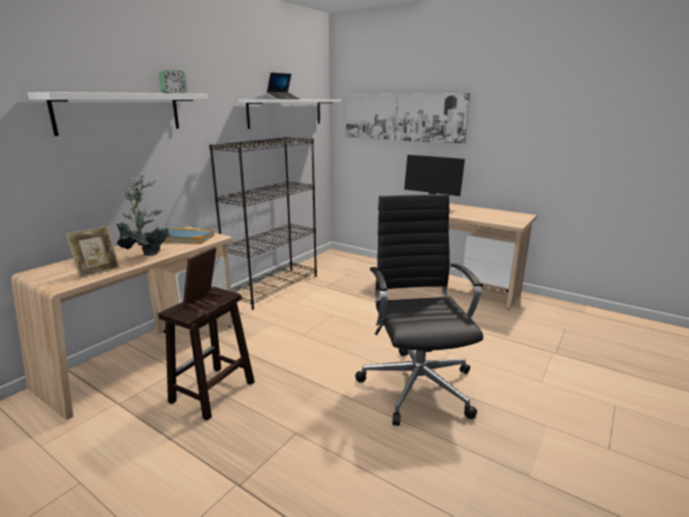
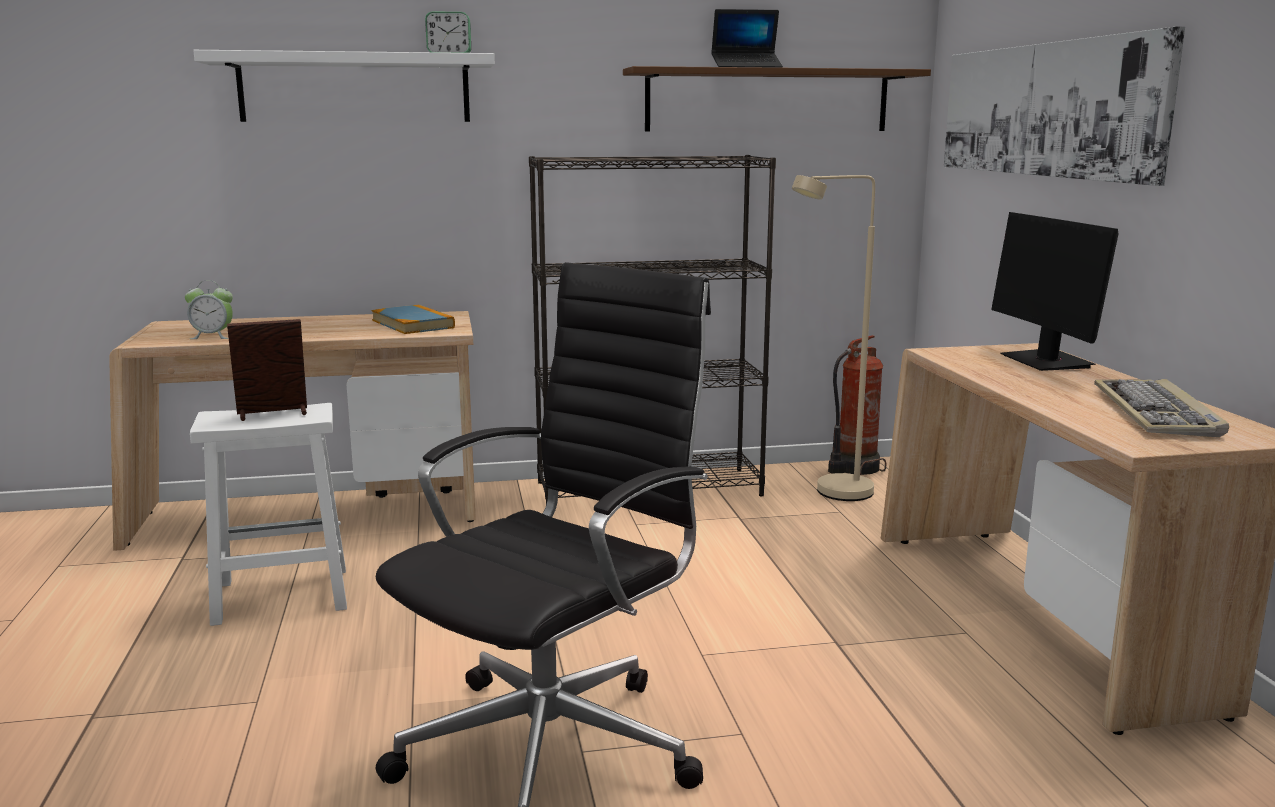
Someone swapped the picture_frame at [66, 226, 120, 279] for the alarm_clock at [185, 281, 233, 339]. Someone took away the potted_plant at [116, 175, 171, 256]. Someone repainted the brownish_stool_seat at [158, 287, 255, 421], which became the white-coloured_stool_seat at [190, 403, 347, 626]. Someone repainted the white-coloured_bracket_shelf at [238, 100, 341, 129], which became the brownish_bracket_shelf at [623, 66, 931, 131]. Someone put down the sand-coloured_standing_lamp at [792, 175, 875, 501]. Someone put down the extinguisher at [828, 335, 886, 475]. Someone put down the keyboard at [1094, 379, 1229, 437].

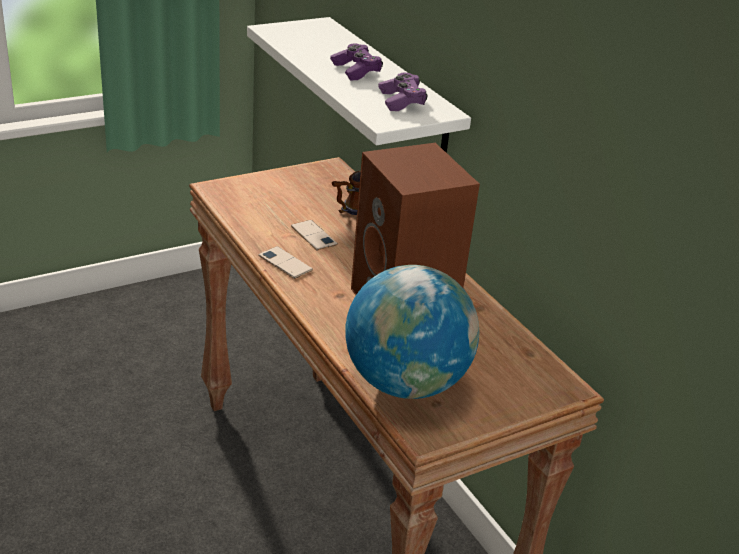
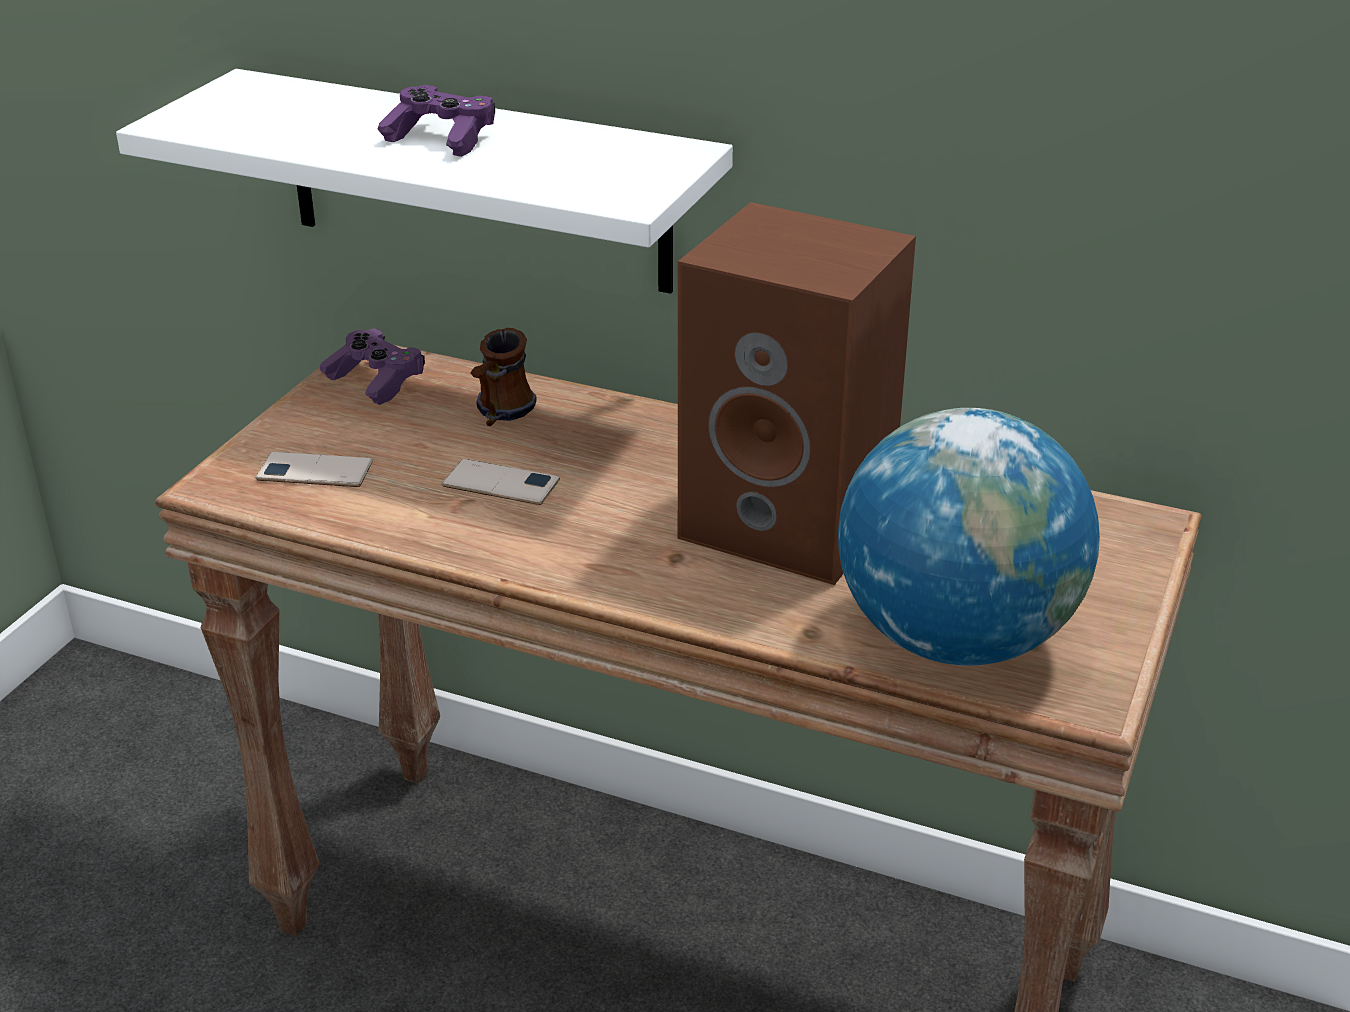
Someone carried the handset from [258, 246, 313, 279] to [256, 452, 373, 487]. Someone carried the purple_gamepad from [378, 73, 428, 111] to [320, 328, 425, 405].

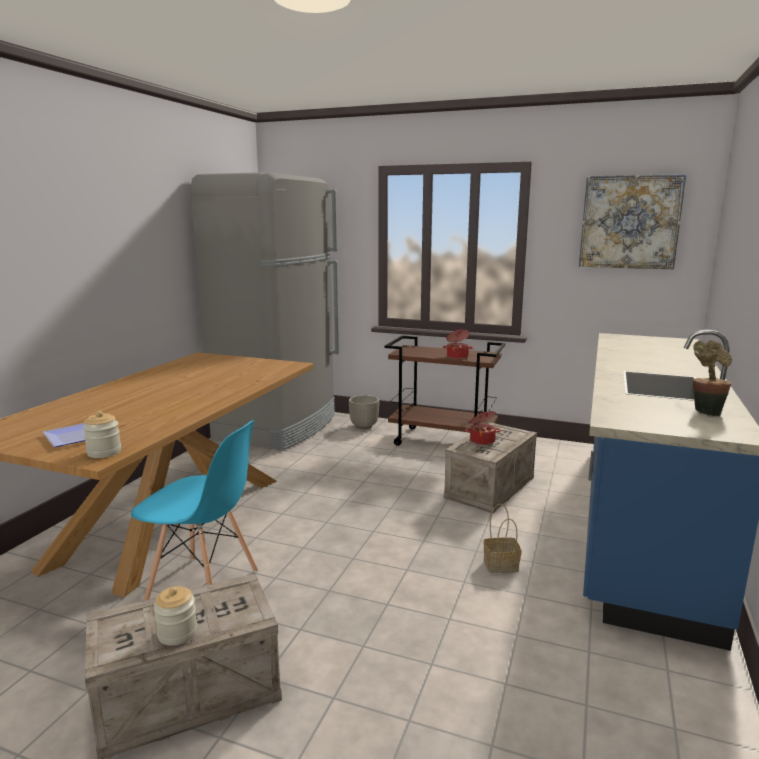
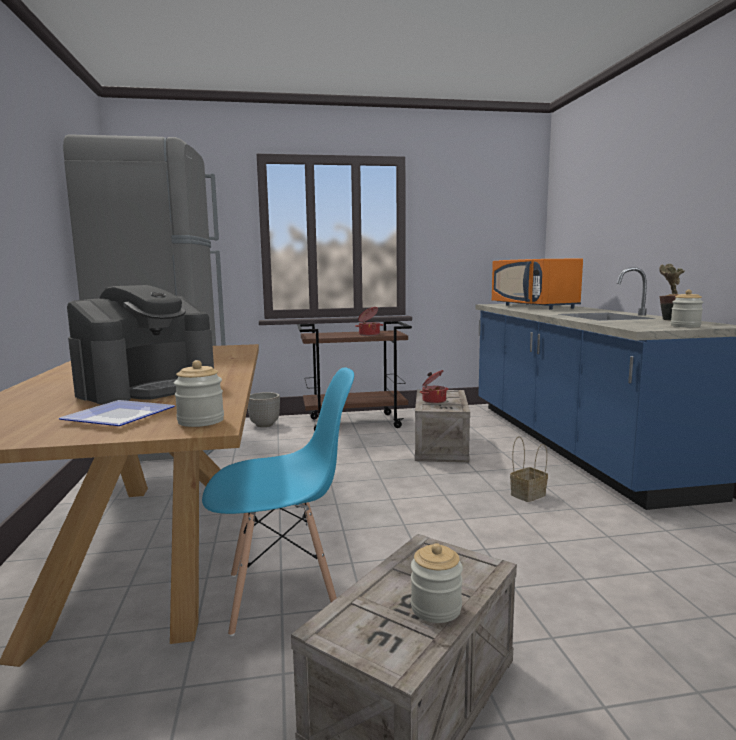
Someone took away the wall_art at [579, 174, 686, 269]. Someone put down the coffee_machine at [67, 285, 214, 405]. Someone put down the orangey_microwave_oven at [492, 258, 583, 310]. Someone put down the preserve_jar at [671, 290, 704, 327].

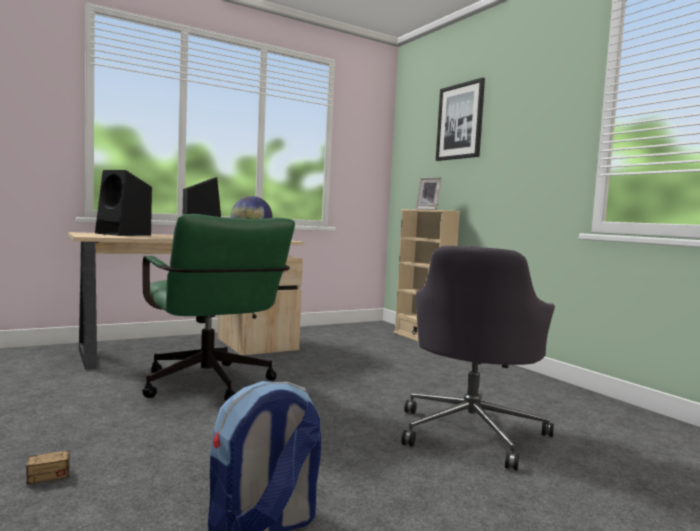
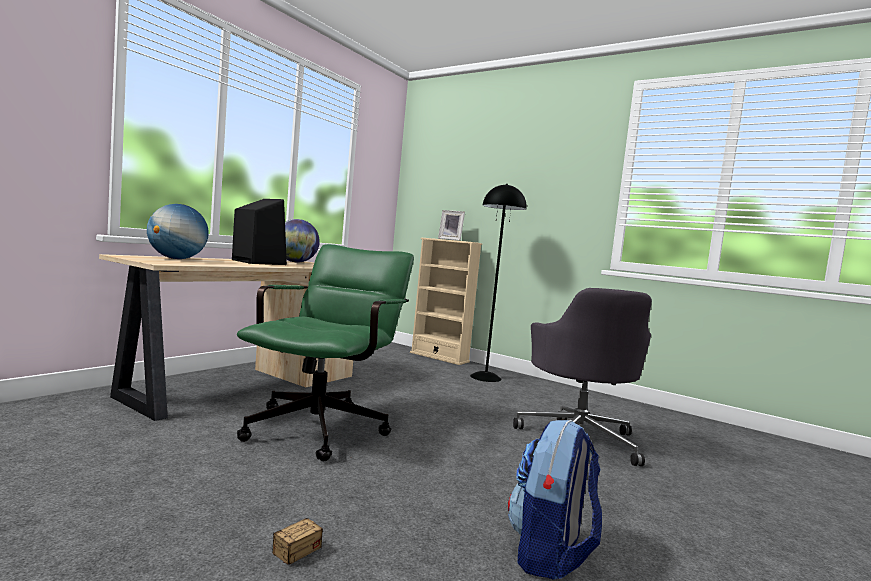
Someone swapped the blackish_audio_speaker at [95, 170, 152, 236] for the desk_globe at [147, 204, 209, 259]. Someone rotated the greenish_computer_chair at [142, 214, 295, 402] by 105 degrees counterclockwise. Someone took away the wall_art at [436, 77, 485, 161]. Someone put down the blackish_standing_lamp at [470, 184, 527, 382].

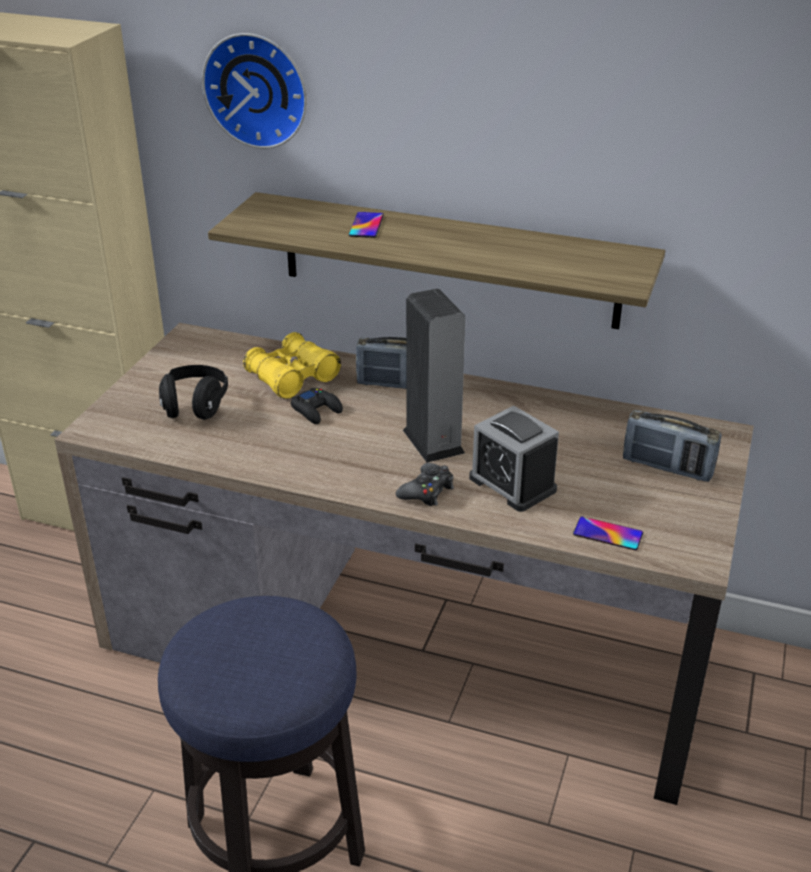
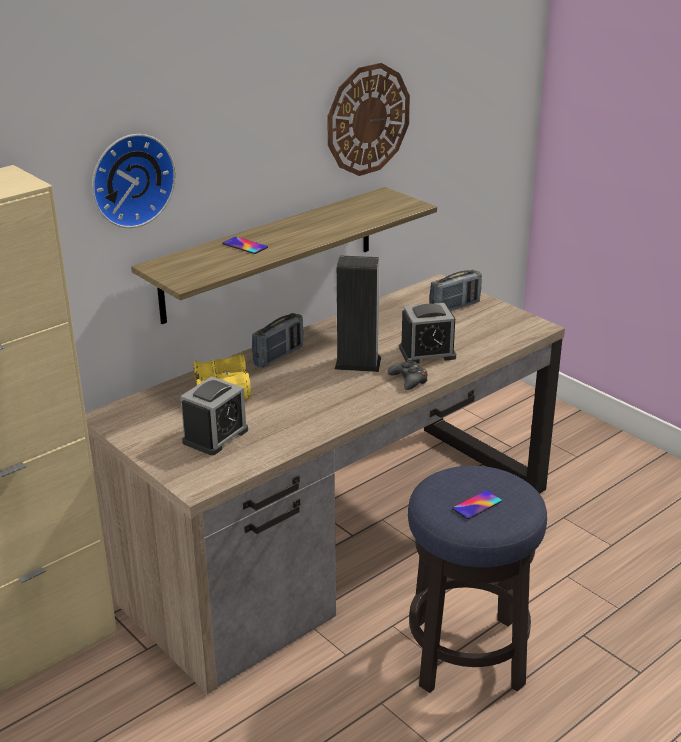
Someone swapped the blackish_pair_of_headphones at [159, 365, 228, 420] for the alarm_clock at [180, 376, 248, 455]. Someone took away the blackish_gamepad at [291, 388, 343, 424]. Someone carried the handset from [573, 516, 643, 550] to [452, 490, 502, 519]. Someone put up the hanging_clock at [327, 63, 410, 176].

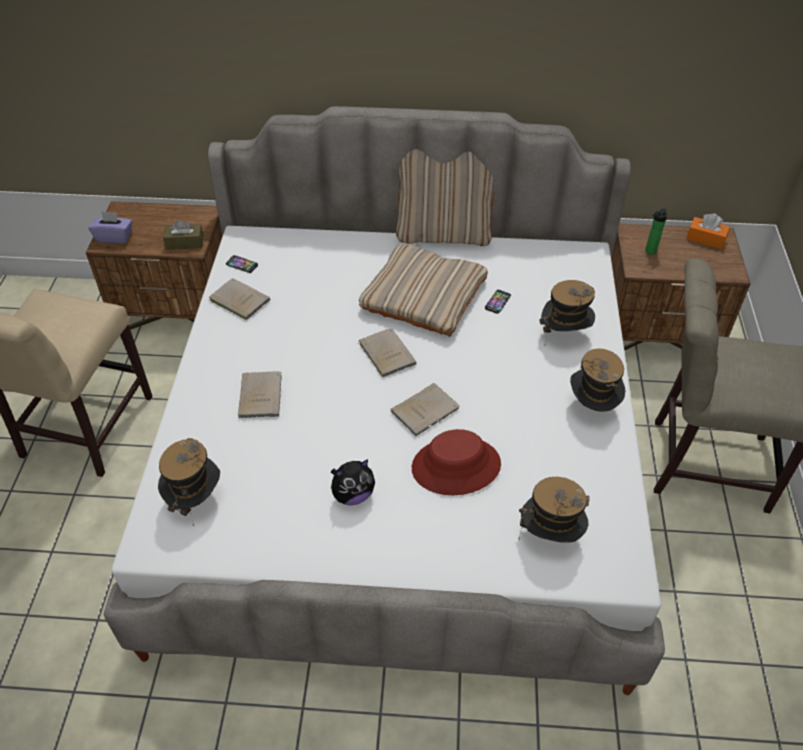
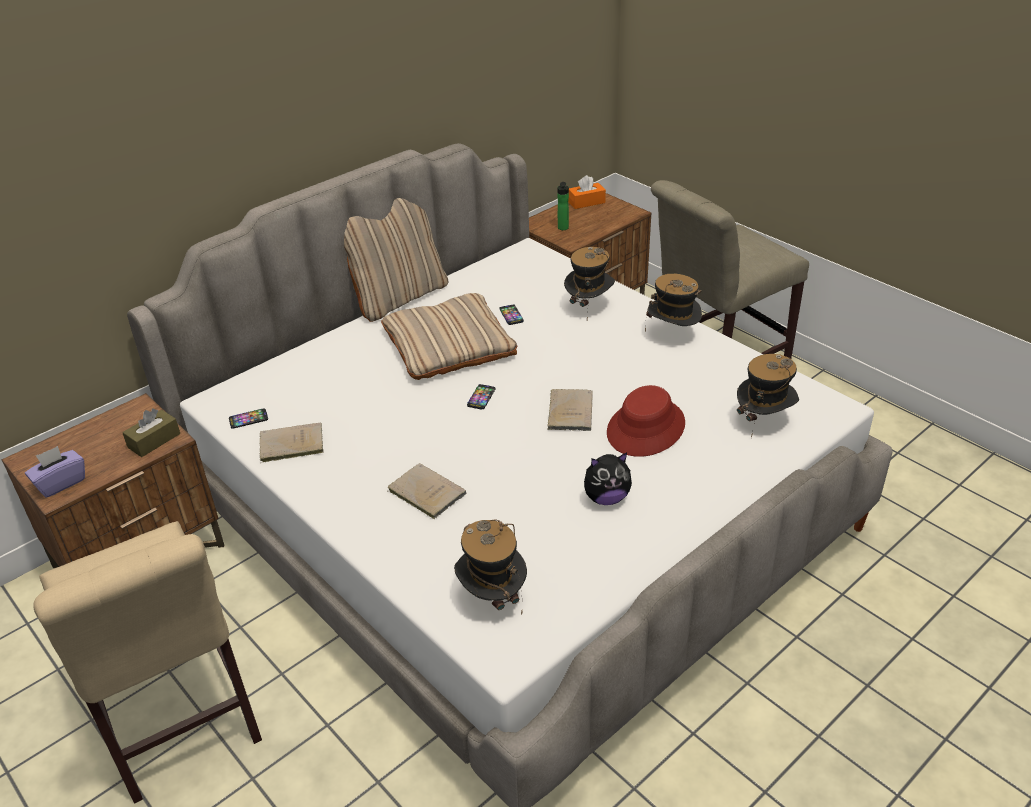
Someone rotated the cuddly_toy at [331, 459, 375, 505] by 60 degrees clockwise. Someone swapped the sand-coloured_volume at [358, 328, 417, 378] for the handset at [467, 384, 495, 409].

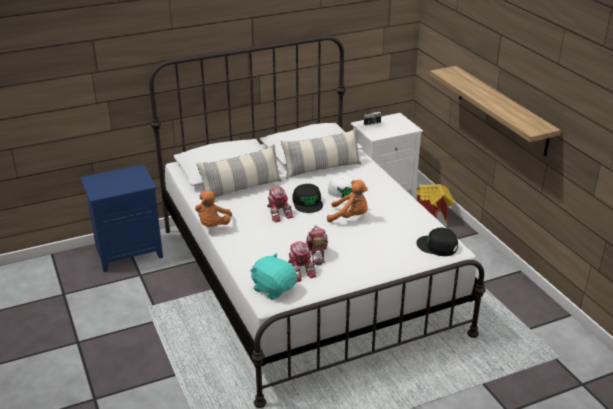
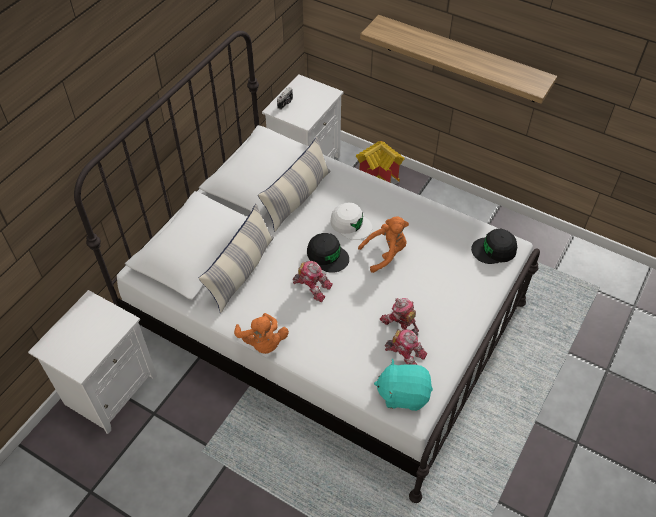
Someone repainted the bluish_nightstand at [80, 164, 163, 272], which became the white-coloured_nightstand at [28, 290, 157, 434].

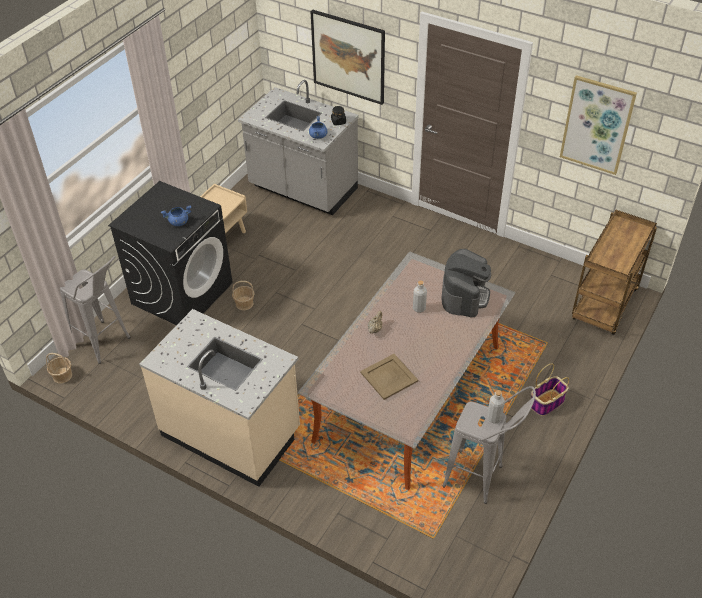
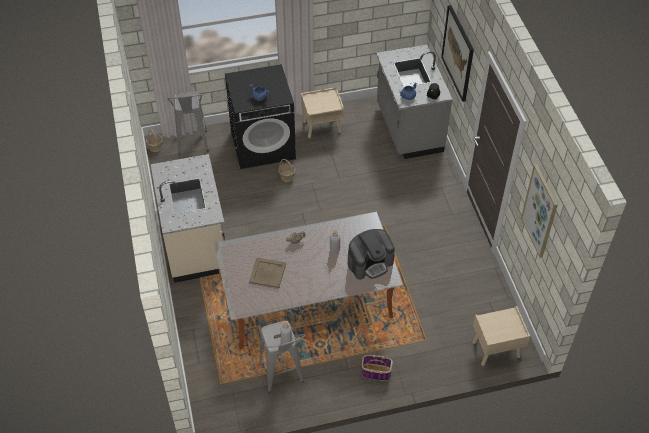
Someone swapped the brownish_trolley at [572, 210, 657, 335] for the sand-coloured_nightstand at [472, 306, 530, 366].

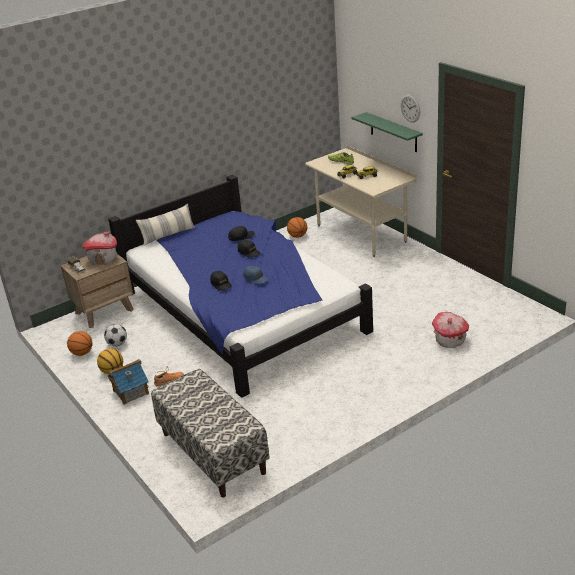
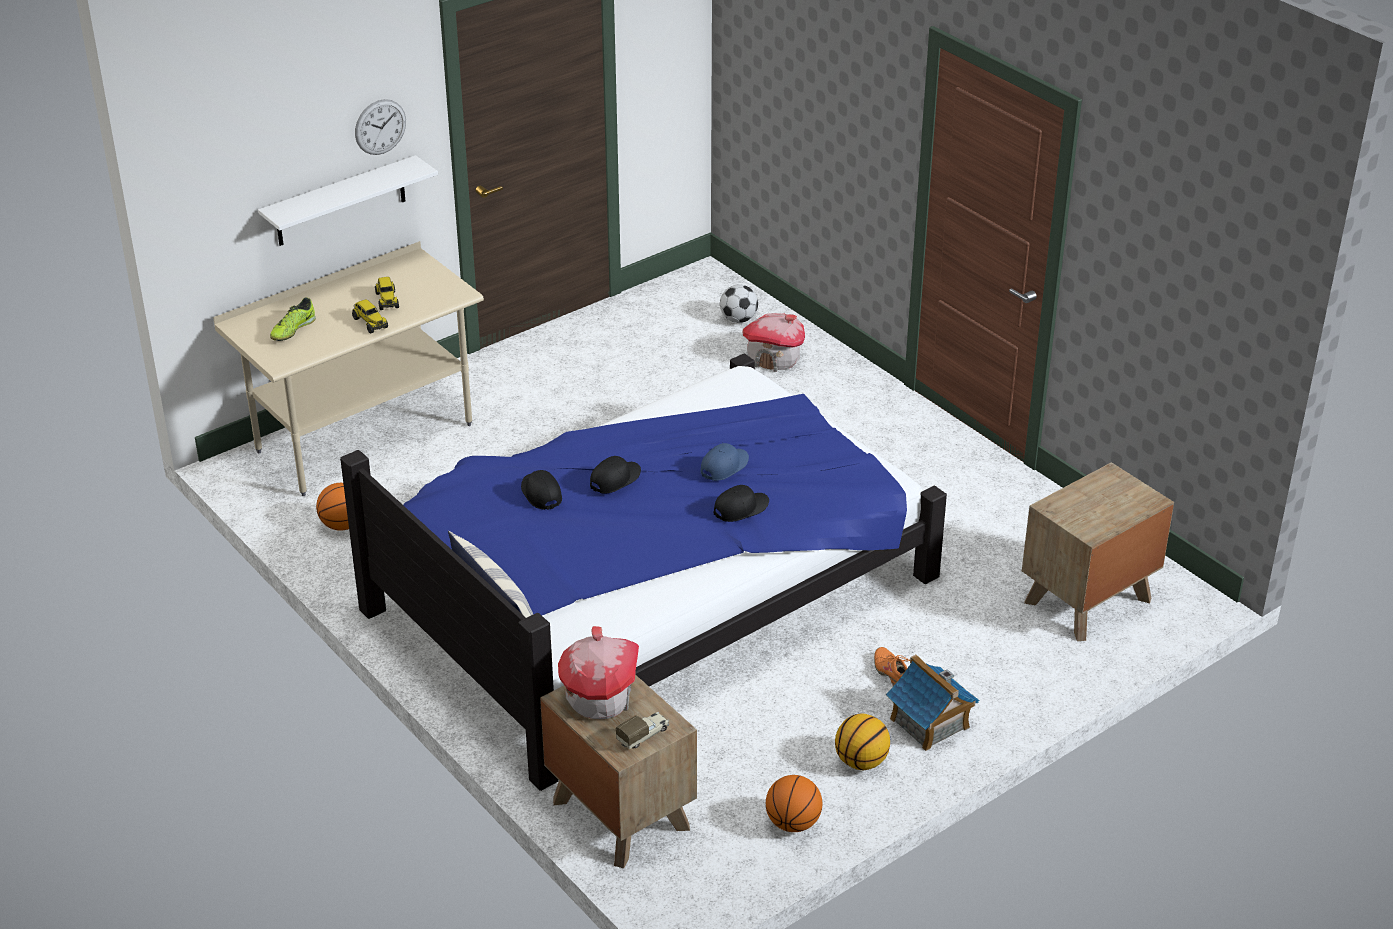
Someone carried the football from [104, 324, 127, 347] to [720, 285, 758, 323]. Someone swapped the bench at [151, 369, 270, 498] for the brownish_nightstand at [1022, 462, 1174, 641]. Someone repainted the greenish_bracket_shelf at [351, 112, 423, 152], which became the white-coloured_bracket_shelf at [258, 155, 438, 246].

